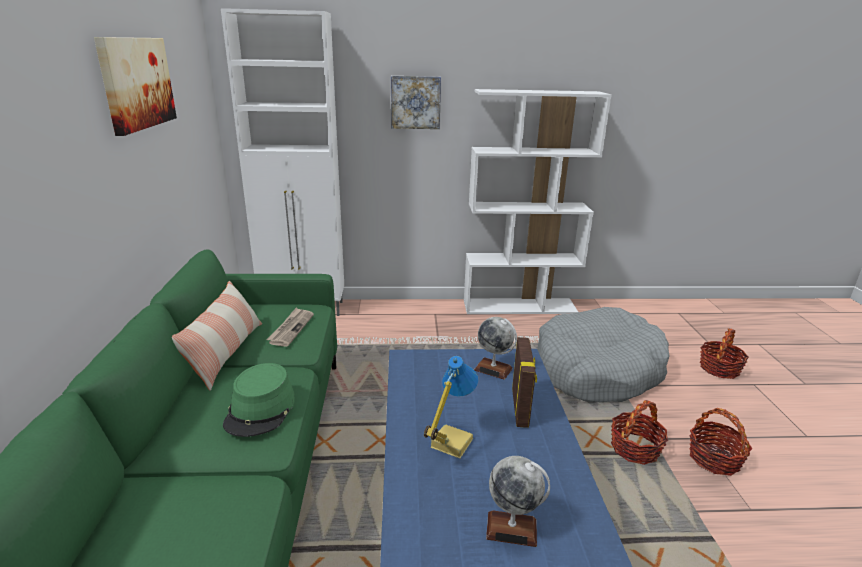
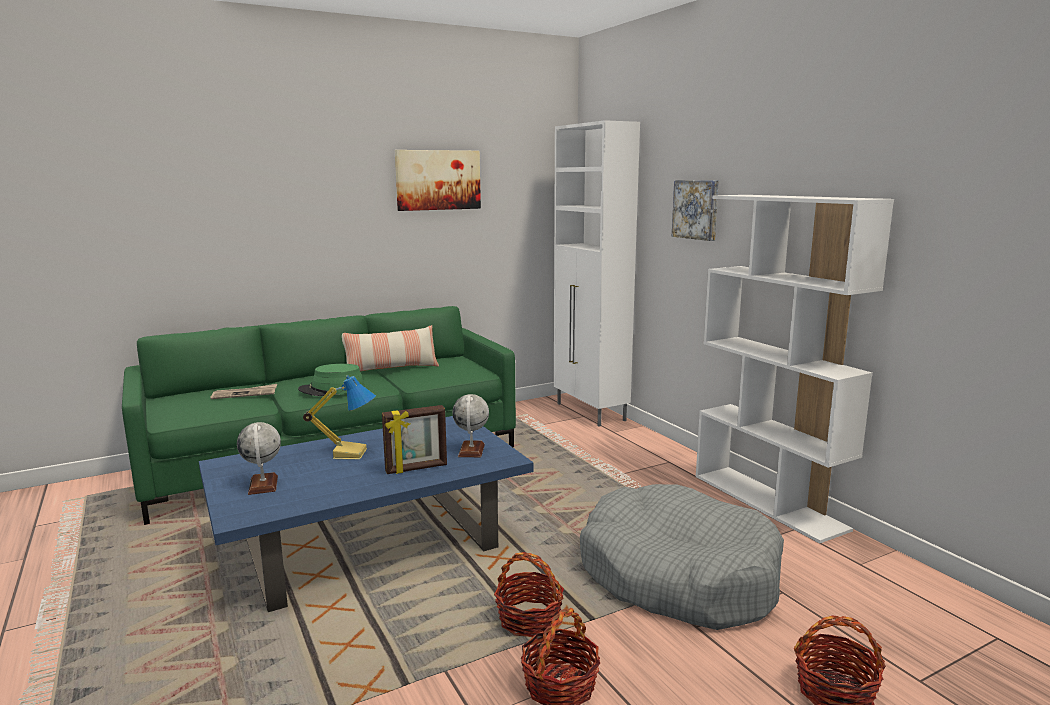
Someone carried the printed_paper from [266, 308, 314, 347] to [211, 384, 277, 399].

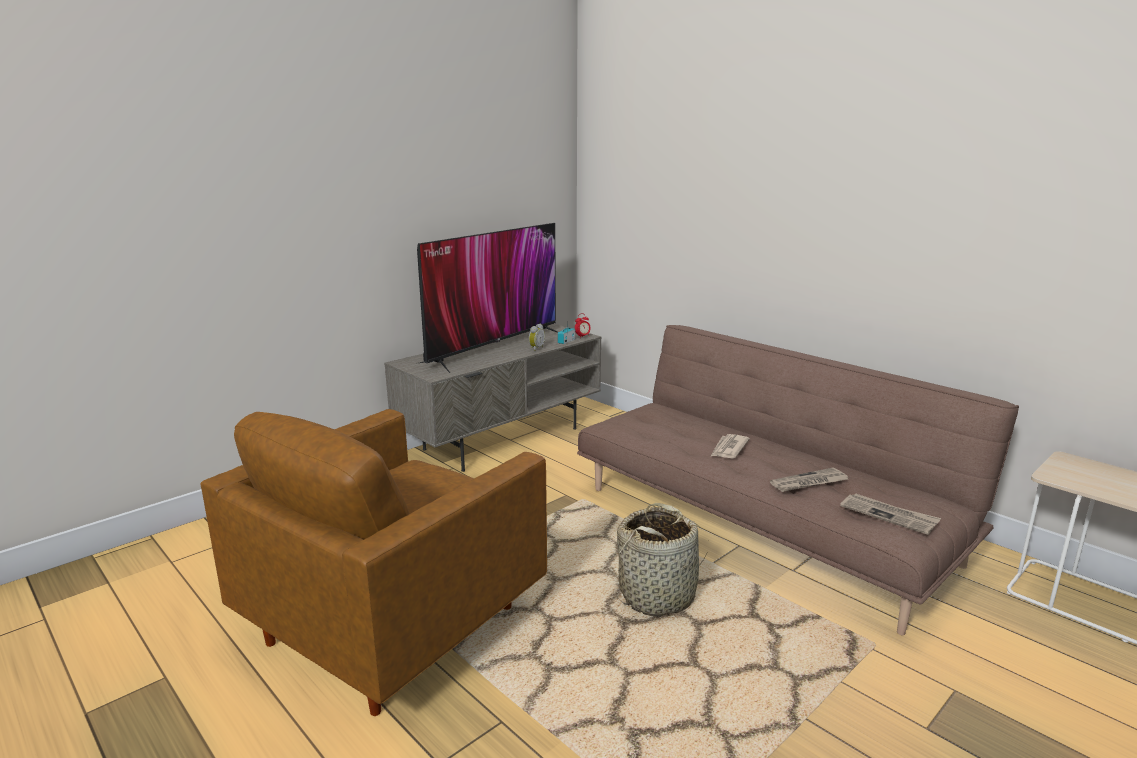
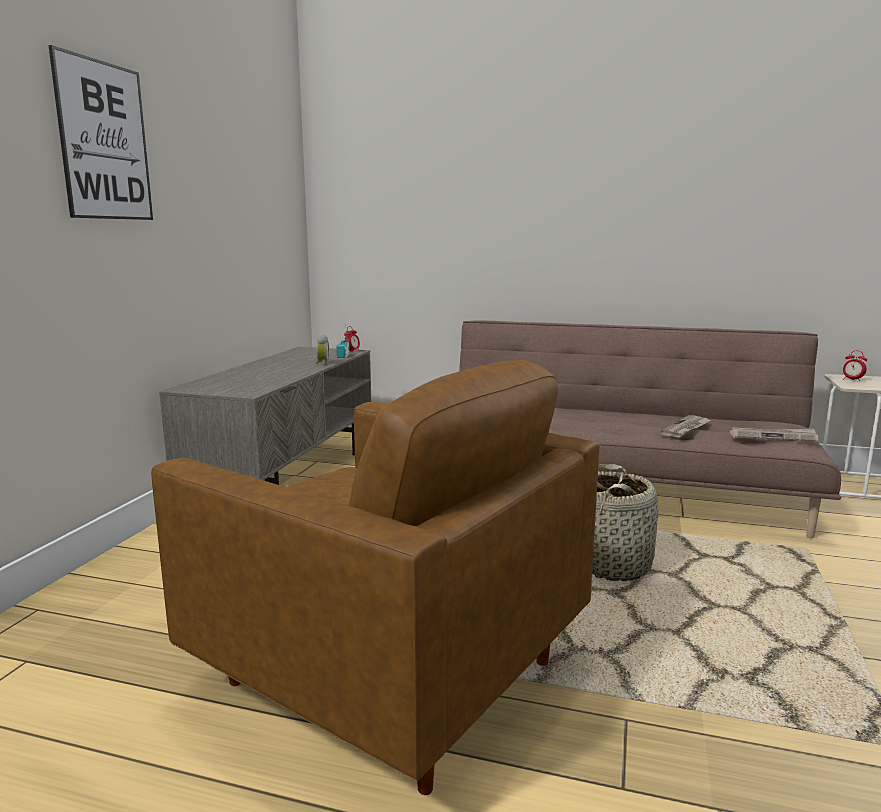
Someone rotated the brownish_easy_chair at [201, 409, 547, 716] by 60 degrees counterclockwise. Someone took away the TV_set at [417, 223, 558, 373]. Someone took away the printed_paper at [711, 434, 750, 458]. Someone put up the wall_art at [48, 45, 153, 220]. Someone put down the alarm_clock at [843, 351, 867, 380].

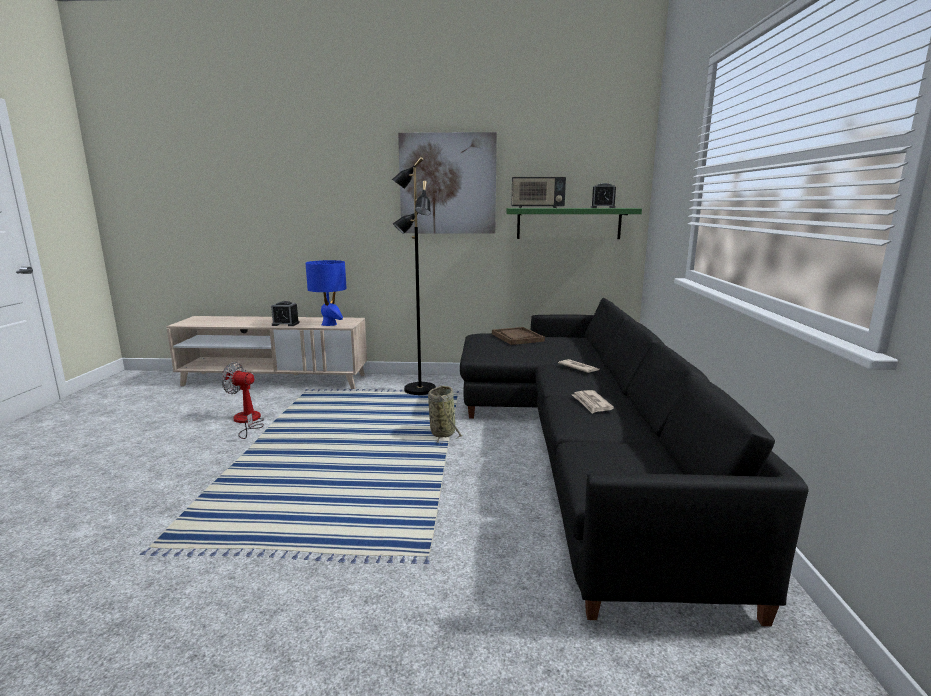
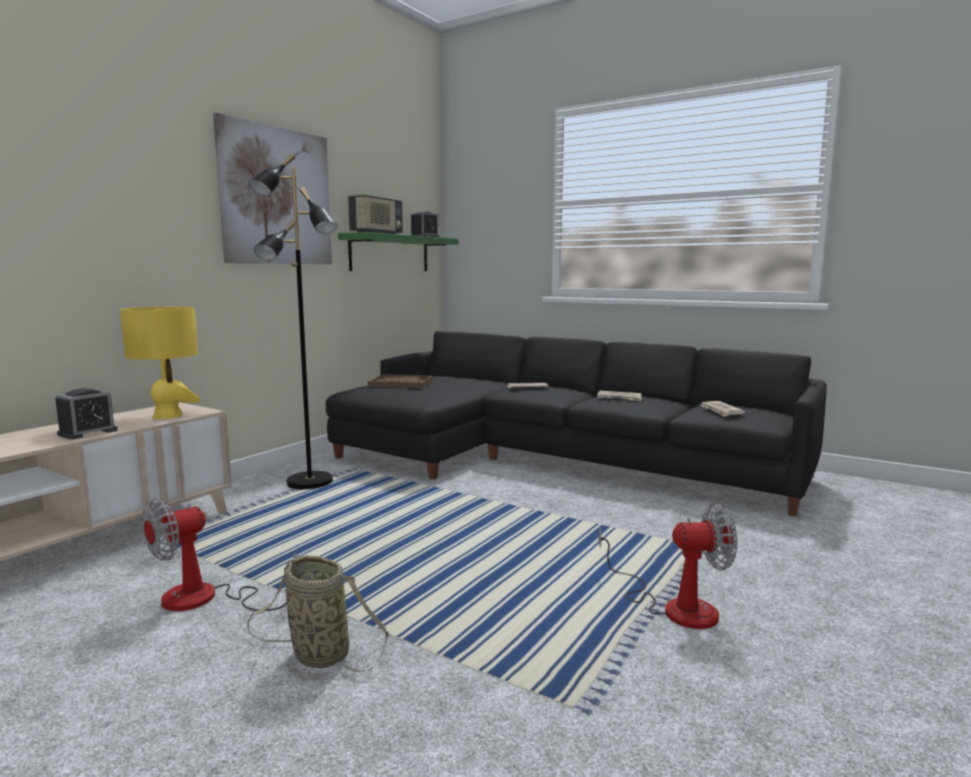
Someone repainted the bluish_tabletop_lamp at [305, 260, 347, 326], which became the yellow_tabletop_lamp at [120, 306, 200, 419]. Someone carried the storage_basket from [428, 386, 463, 444] to [247, 555, 389, 672]. Someone put down the electric_fan at [598, 503, 737, 629]. Someone put down the printed_paper at [700, 401, 745, 417].

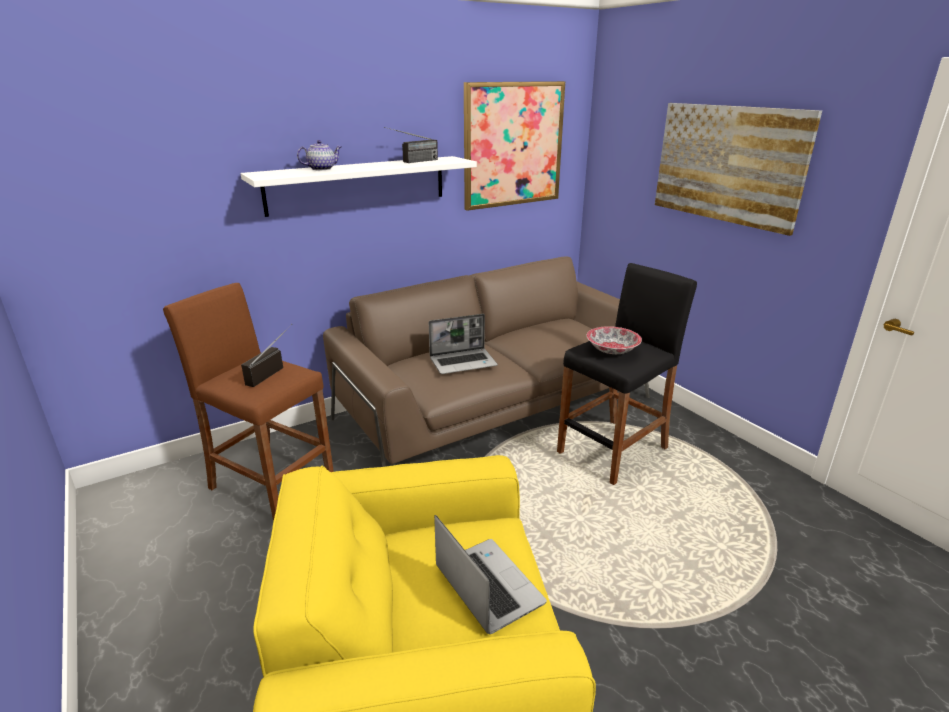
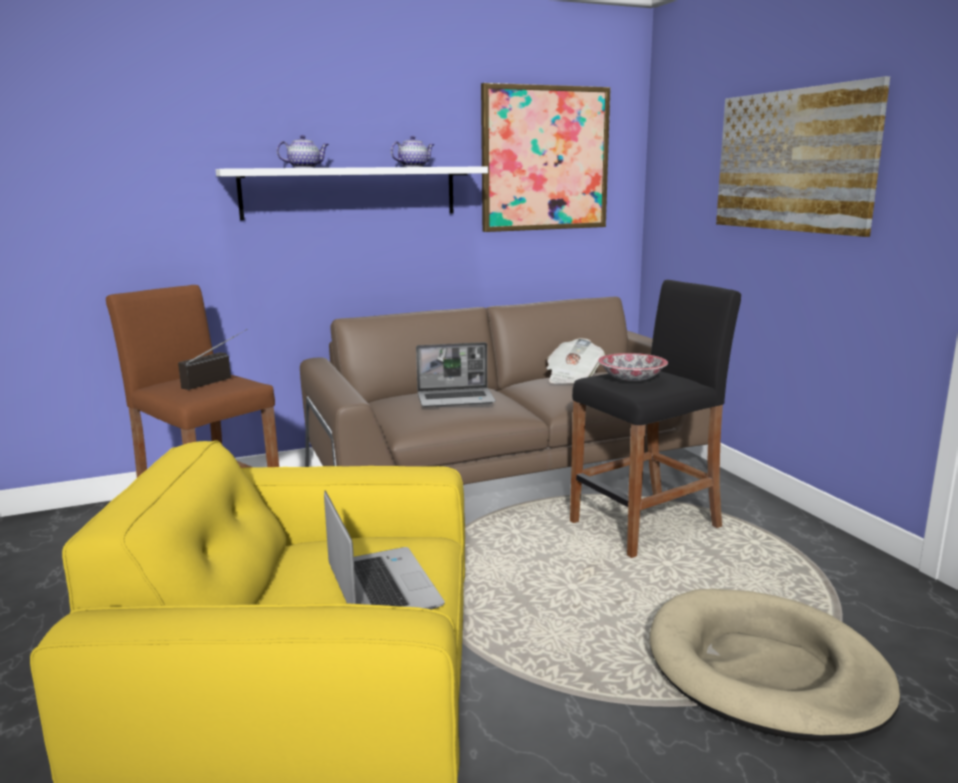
Someone swapped the radio at [384, 127, 438, 163] for the tea_pot at [391, 136, 434, 167]. Someone put down the printed_paper at [546, 338, 605, 384]. Someone put down the sand-coloured_dog_cushion at [650, 589, 900, 741].

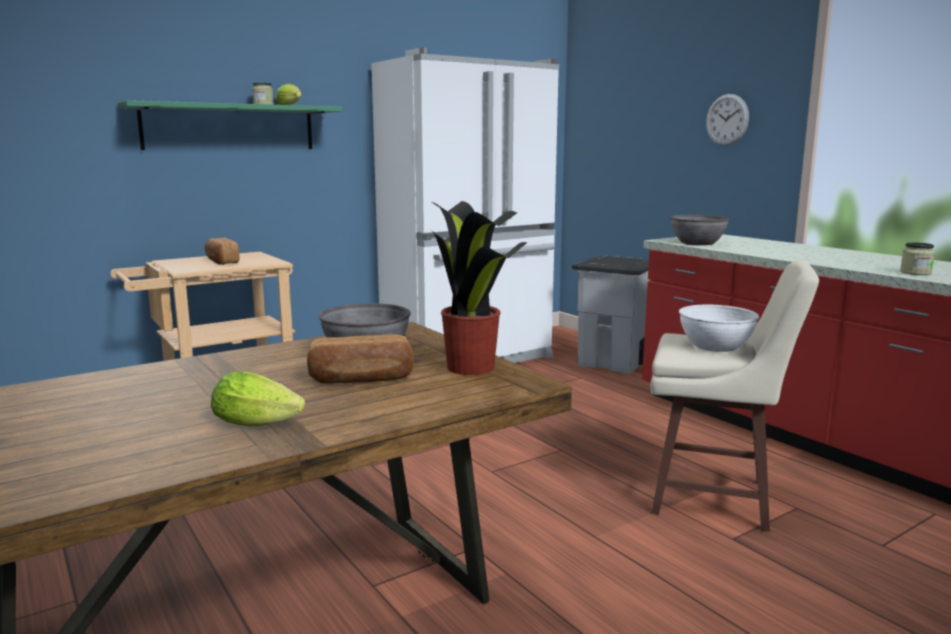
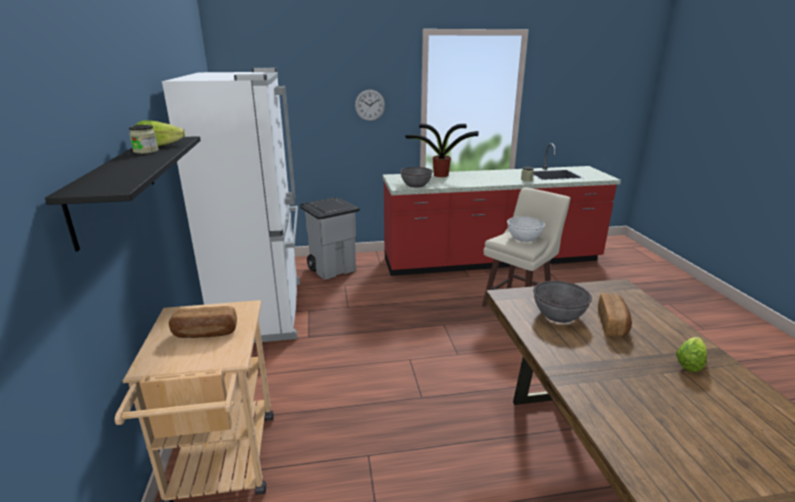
Someone repainted the greenish_bracket_shelf at [117, 100, 342, 150], which became the blackish_bracket_shelf at [45, 136, 201, 252]. Someone carried the potted_plant from [431, 201, 527, 375] to [405, 124, 479, 177].

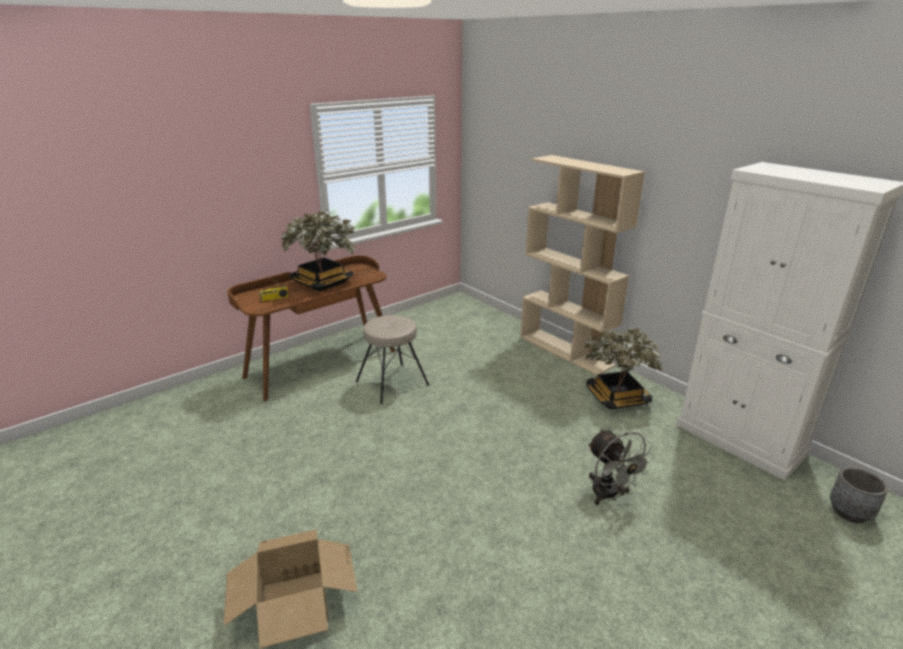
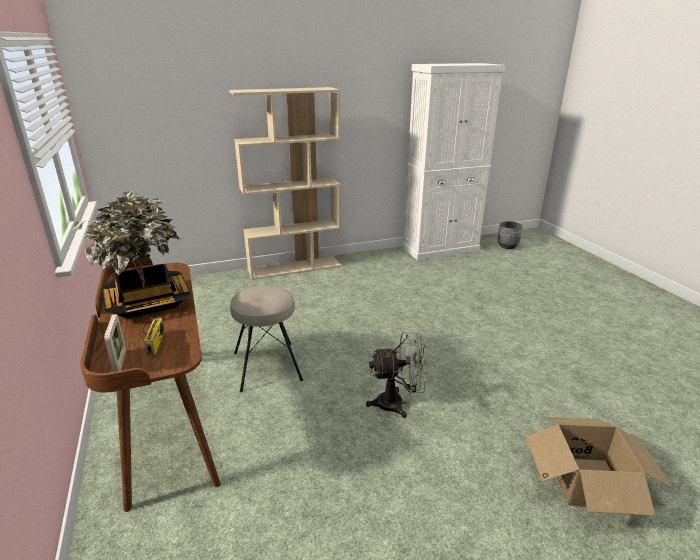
Someone took away the potted_plant at [584, 328, 663, 409]. Someone carried the greyish_electric_fan from [588, 429, 655, 505] to [366, 331, 428, 418]. Someone put down the picture_frame at [104, 314, 126, 372].

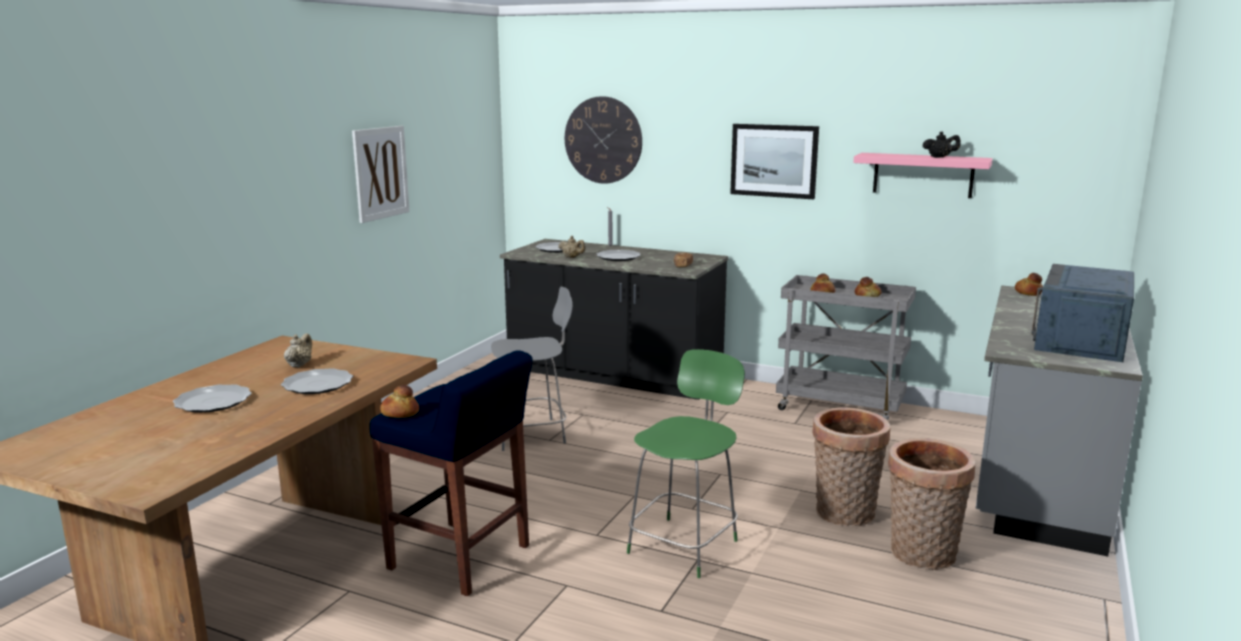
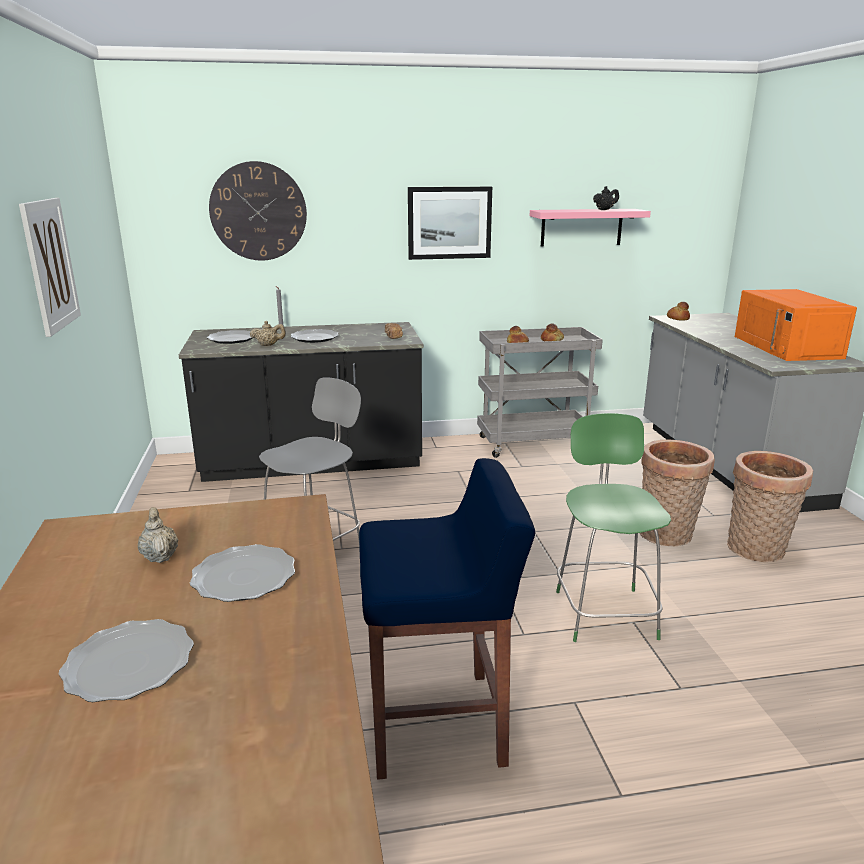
Someone took away the bakery_bread at [380, 385, 419, 418]. Someone repainted the bluish_microwave_oven at [1031, 264, 1134, 362], which became the orangey_microwave_oven at [735, 289, 857, 361].

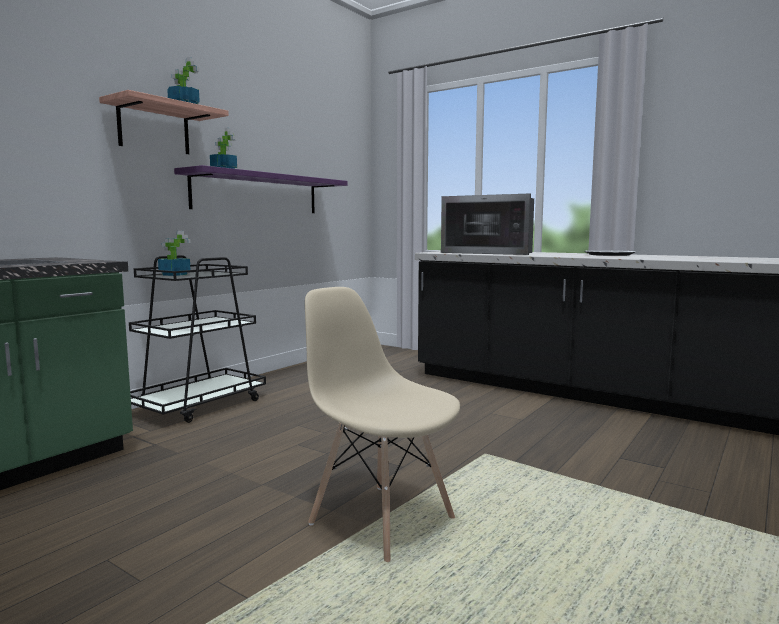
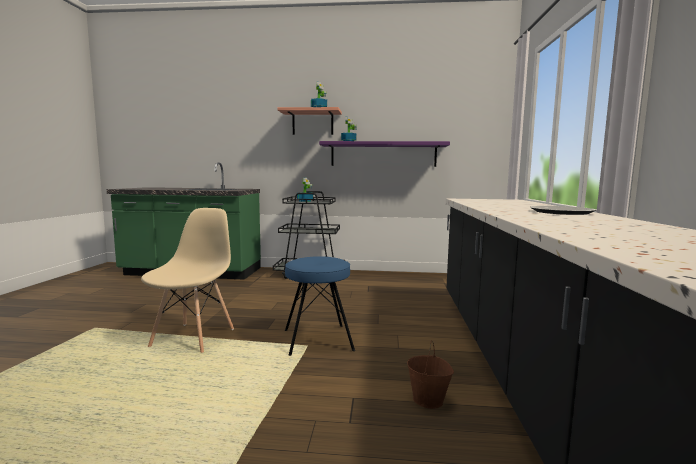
Someone took away the microwave_oven at [441, 194, 534, 255]. Someone put down the bluish_stool_seat at [285, 256, 355, 356]. Someone put down the brownish_pail at [407, 340, 454, 409].

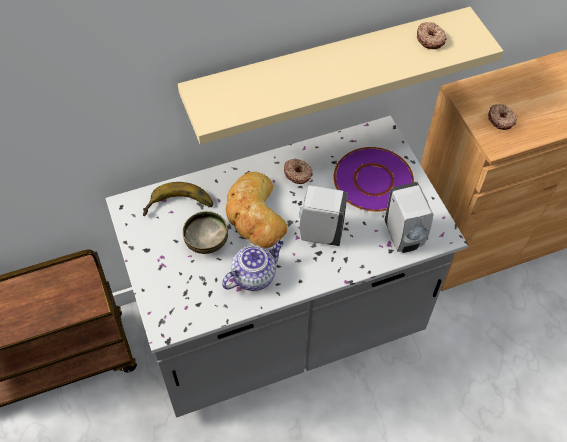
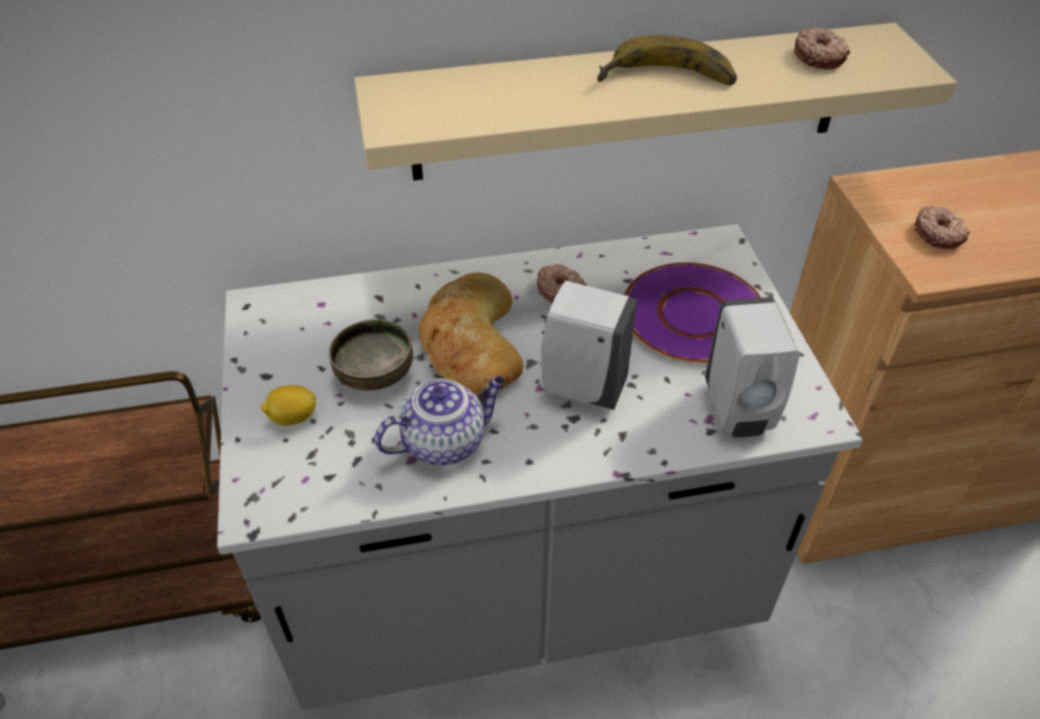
Someone carried the banana from [143, 182, 213, 216] to [597, 35, 737, 85]. Someone put down the whole_lemon at [261, 385, 317, 425].

